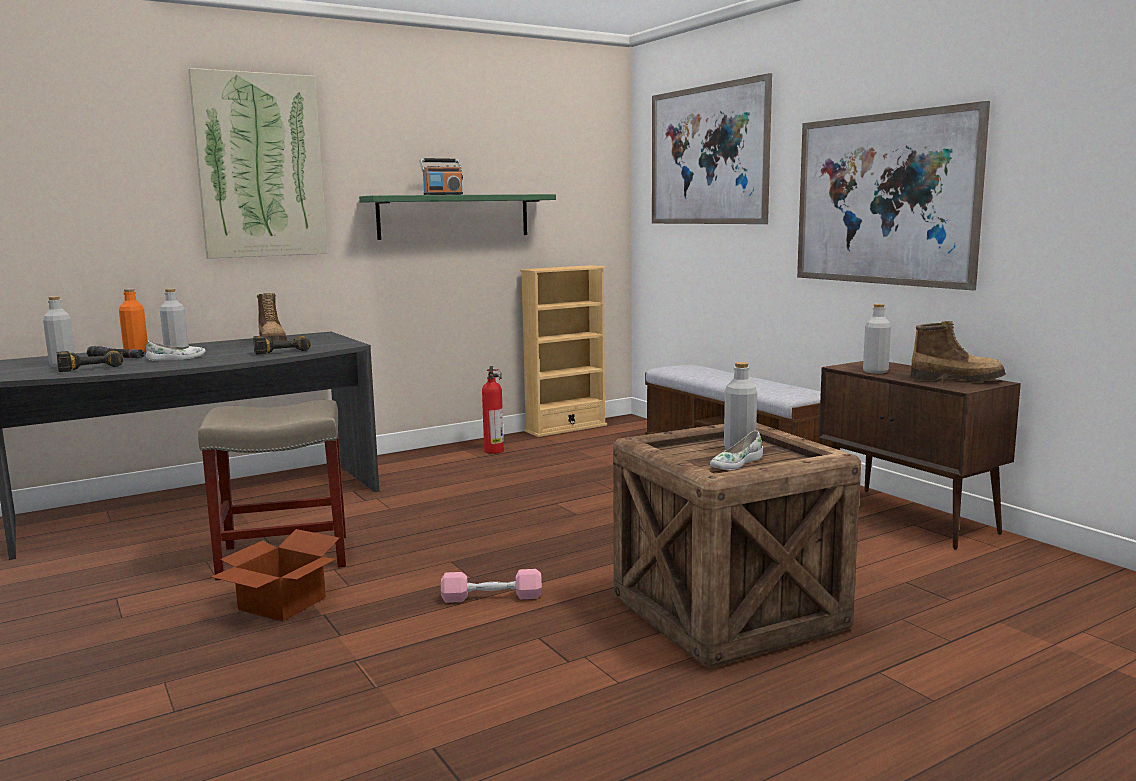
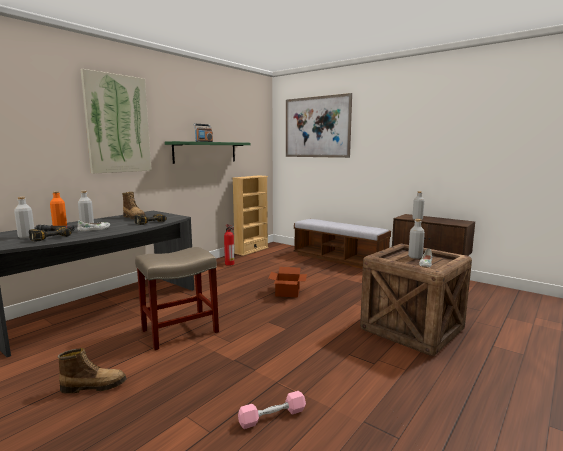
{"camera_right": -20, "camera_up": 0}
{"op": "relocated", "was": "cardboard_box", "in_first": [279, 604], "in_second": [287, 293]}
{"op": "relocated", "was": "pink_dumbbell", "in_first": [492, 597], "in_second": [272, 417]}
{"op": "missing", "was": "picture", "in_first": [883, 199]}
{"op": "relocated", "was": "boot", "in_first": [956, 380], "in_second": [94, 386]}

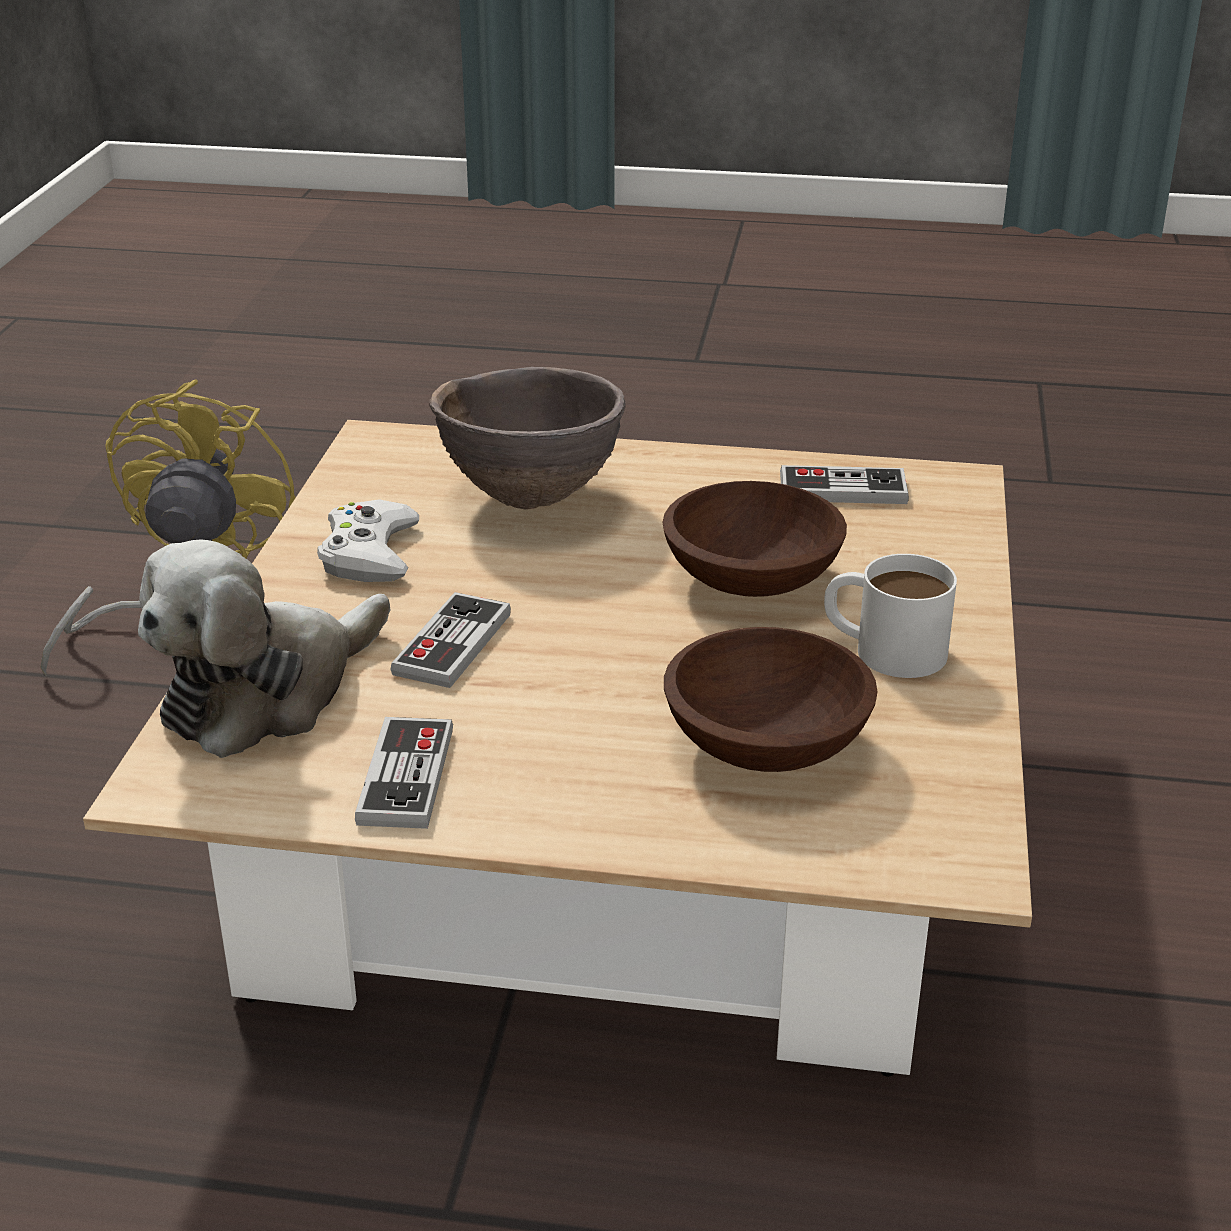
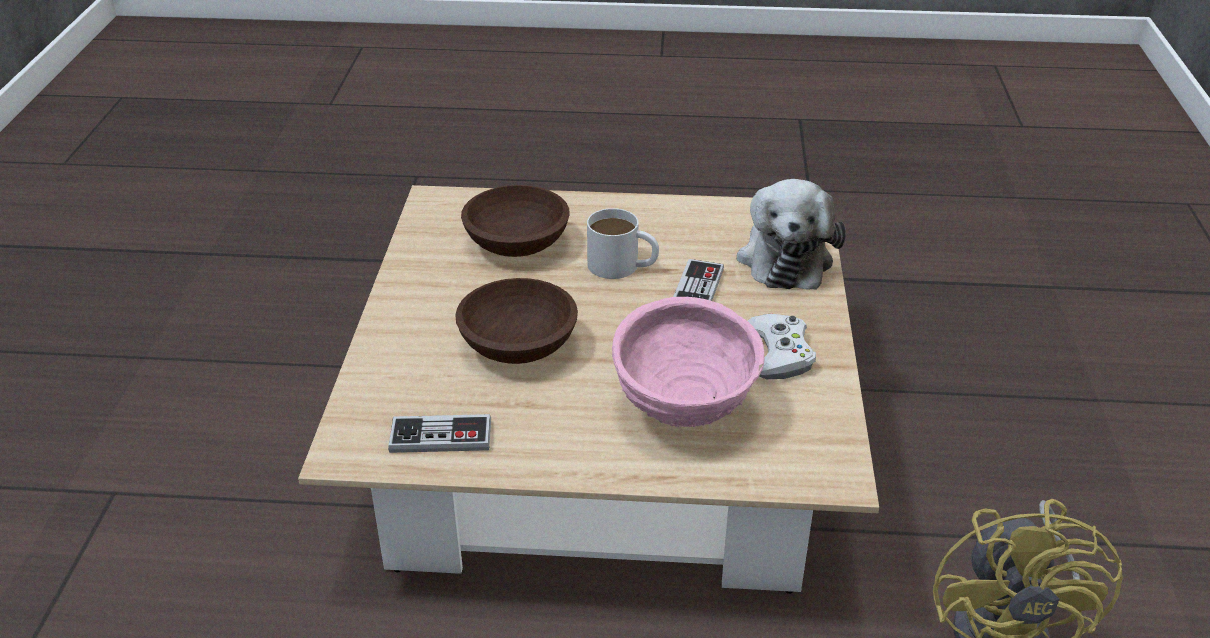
{"camera_right": 175, "camera_up": 5}
{"op": "spun", "was": "plush_toy", "in_first": [266, 693], "in_second": [785, 257], "clockwise": 150}
{"op": "missing", "was": "game_controller", "in_first": [406, 776]}
{"op": "colour", "was": "brown_bowl", "now": "pink_bowl", "in_first": [532, 498], "in_second": [683, 413]}
{"op": "relocated", "was": "white_mug", "in_first": [883, 648], "in_second": [622, 266]}

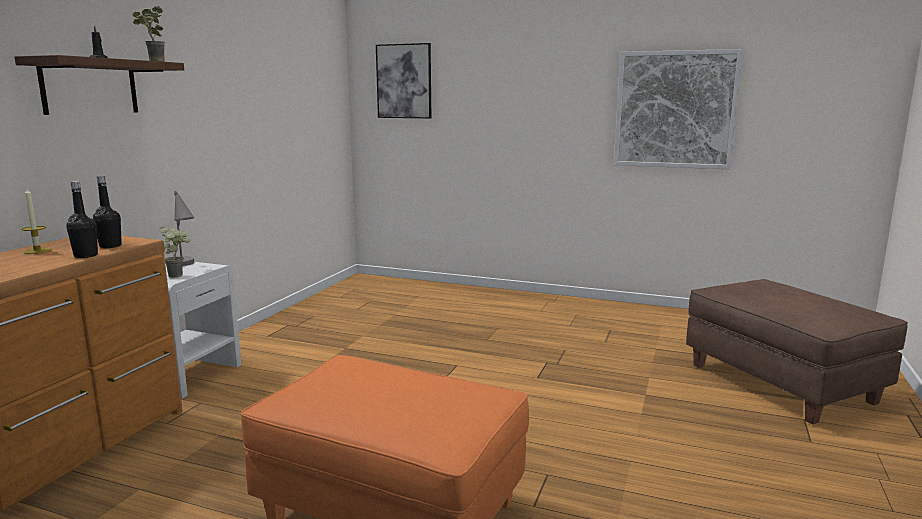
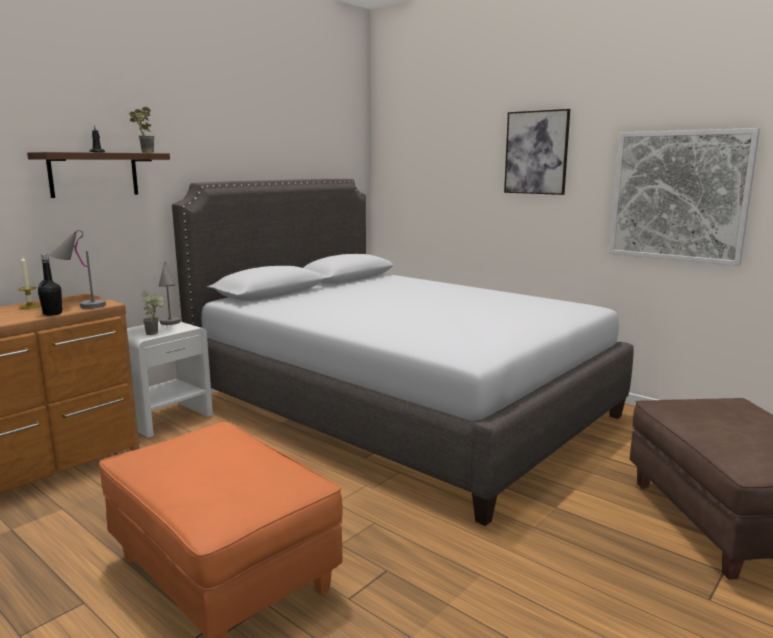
{"camera_right": 20, "camera_up": 0}
{"op": "exchanged", "was": "black_bottle", "now": "grey_table_lamp", "in_first": [110, 246], "in_second": [81, 306]}
{"op": "relocated", "was": "picture", "in_first": [404, 81], "in_second": [536, 152]}
{"op": "appeared", "now": "grey_bed", "in_second": [399, 408]}

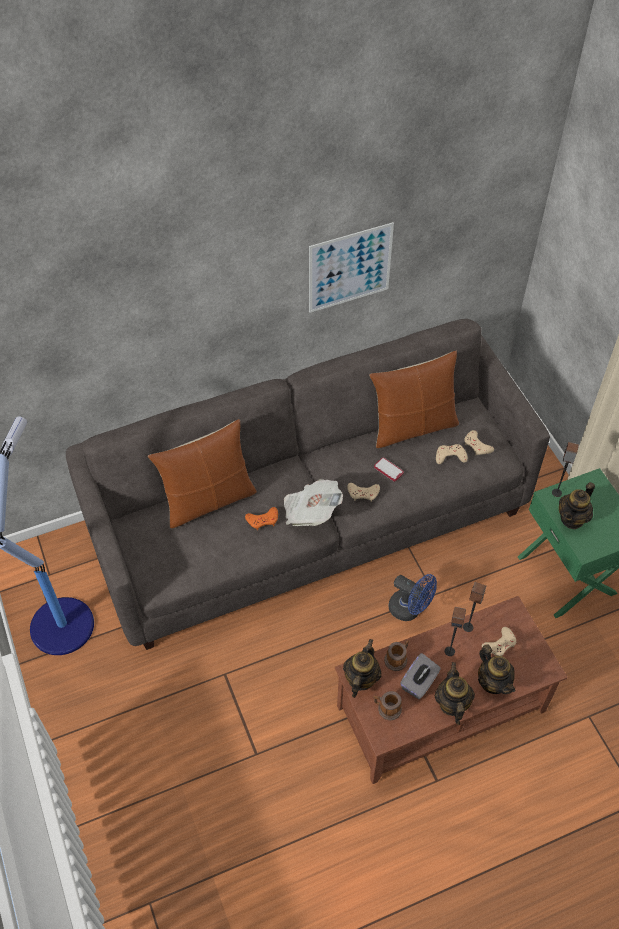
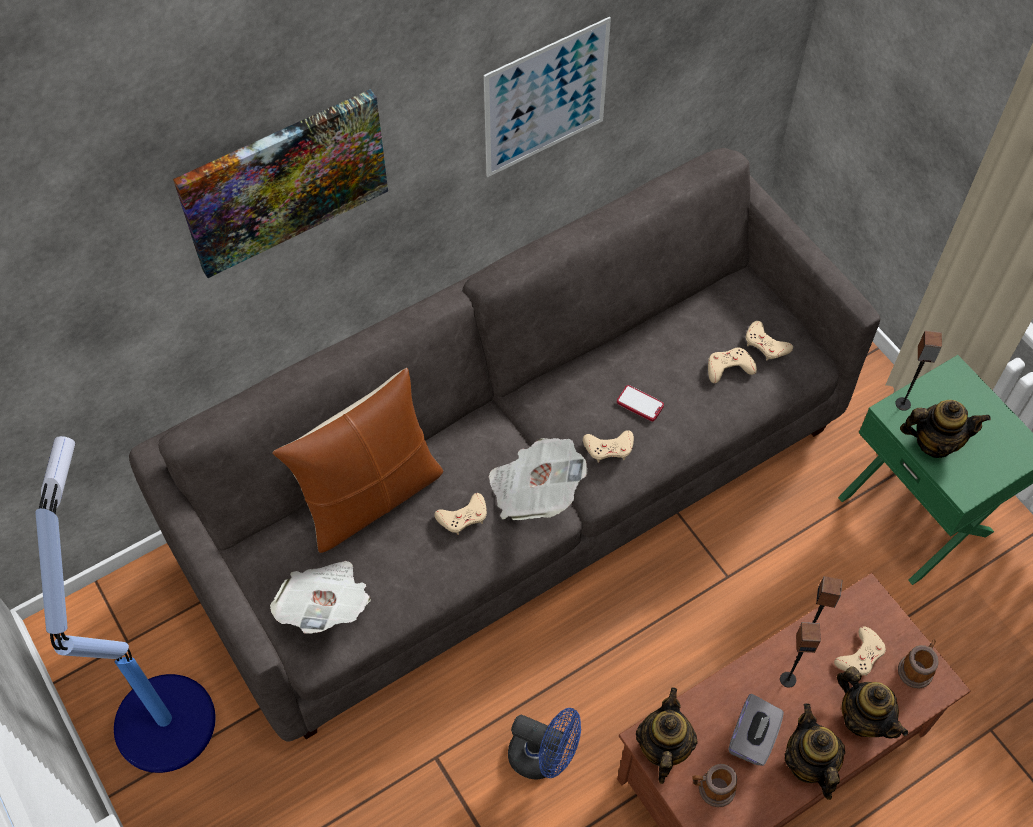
{"camera_right": -10, "camera_up": 5}
{"op": "colour", "was": "orange_game_controller", "now": "beige_game_controller", "in_first": [263, 520], "in_second": [463, 516]}
{"op": "missing", "was": "brown_pillow", "in_first": [413, 426]}
{"op": "relocated", "was": "mug", "in_first": [397, 658], "in_second": [917, 668]}
{"op": "relocated", "was": "blue_fan", "in_first": [410, 609], "in_second": [543, 757]}
{"op": "spun", "was": "teapot", "in_first": [572, 518], "in_second": [934, 442], "clockwise": -120}
{"op": "appeared", "now": "picture", "in_second": [284, 181]}
{"op": "appeared", "now": "newspaper", "in_second": [326, 605]}

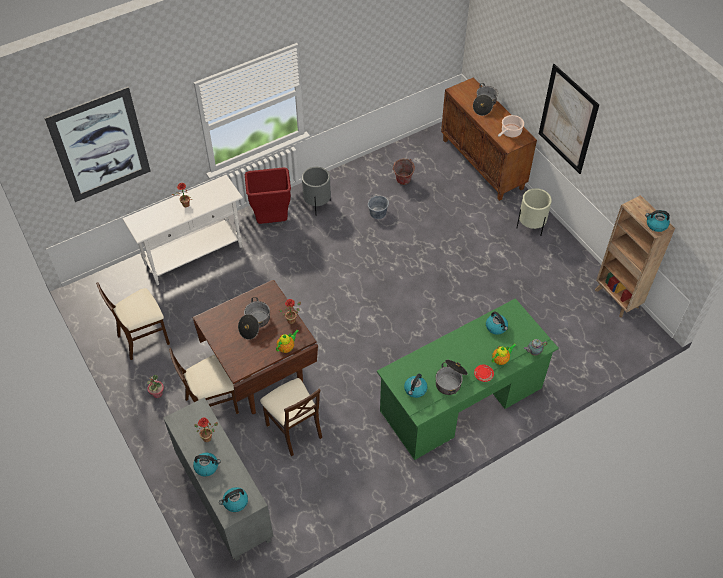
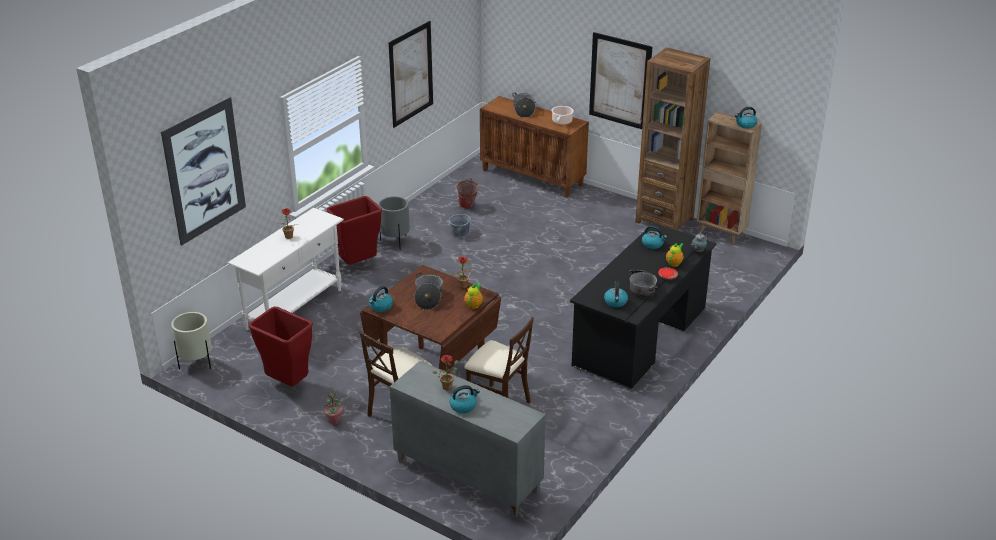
{"camera_right": -25, "camera_up": -20}
{"op": "exchanged", "was": "beige_chair", "now": "red_trash_can", "in_first": [143, 338], "in_second": [287, 384]}
{"op": "relocated", "was": "kettle", "in_first": [235, 502], "in_second": [380, 307]}
{"op": "colour", "was": "green_desk", "now": "black_desk", "in_first": [461, 400], "in_second": [640, 337]}
{"op": "relocated", "was": "beige_planter", "in_first": [530, 226], "in_second": [196, 363]}
{"op": "appeared", "now": "picture", "in_second": [411, 74]}
{"op": "appeared", "now": "brown_bookcase", "in_second": [664, 220]}

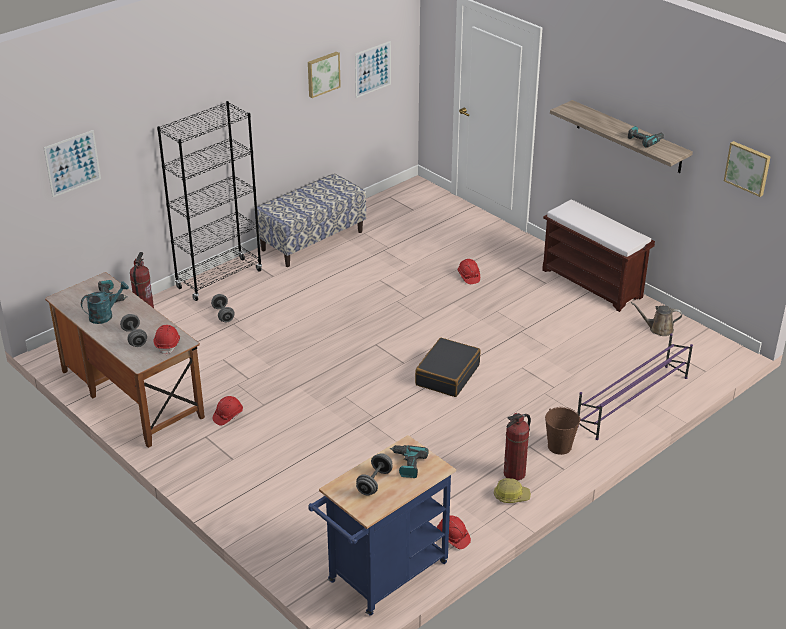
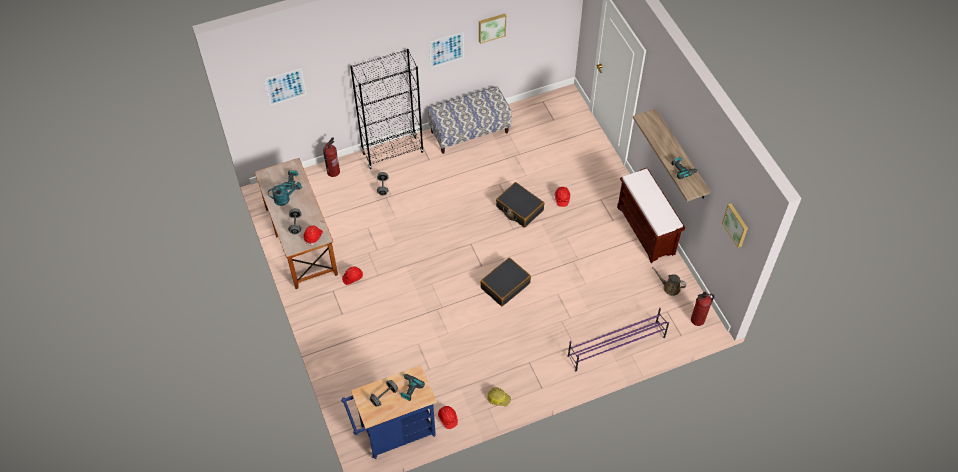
{"camera_right": 20, "camera_up": 20}
{"op": "relocated", "was": "picture", "in_first": [373, 69], "in_second": [446, 49]}
{"op": "relocated", "was": "fire_extinguisher", "in_first": [514, 473], "in_second": [697, 320]}
{"op": "missing", "was": "brown_bucket", "in_first": [559, 446]}
{"op": "appeared", "now": "black_suitcase", "in_second": [519, 209]}

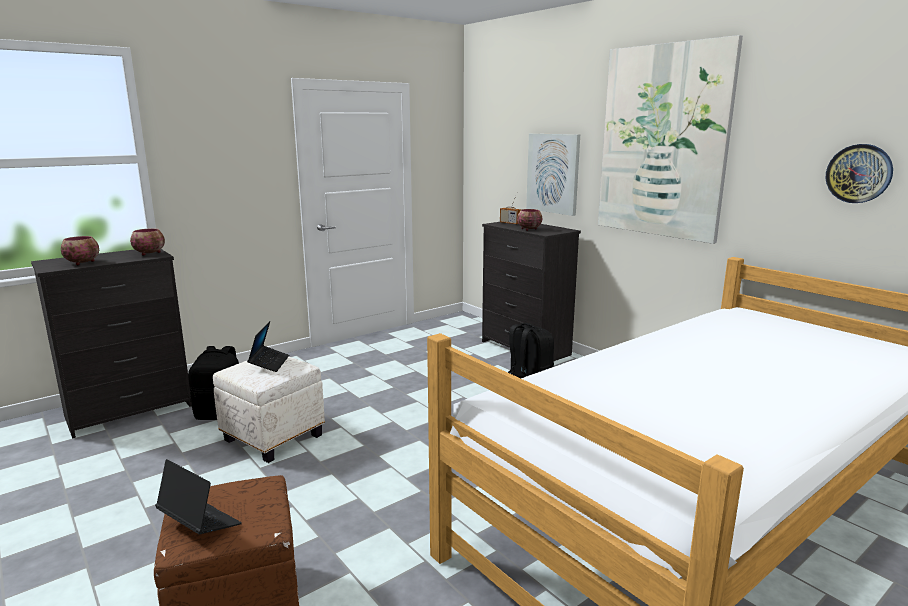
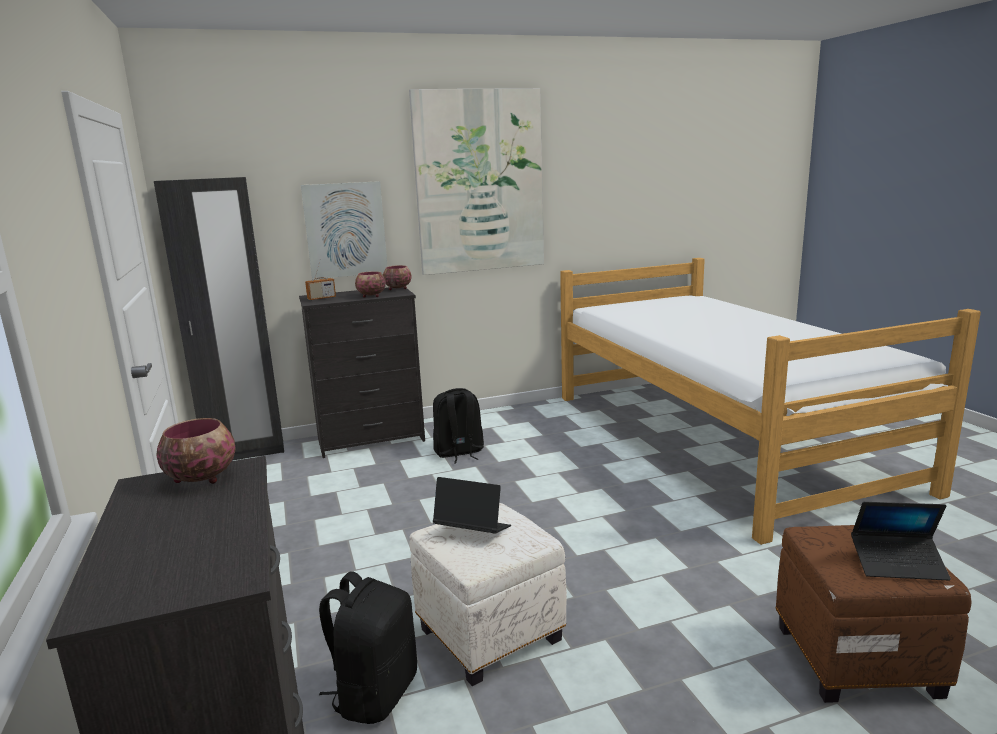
{"camera_right": -70, "camera_up": 0}
{"op": "relocated", "was": "bowl", "in_first": [83, 263], "in_second": [397, 288]}
{"op": "spun", "was": "laptop", "in_first": [199, 523], "in_second": [898, 564], "clockwise": -135}
{"op": "missing", "was": "wall_clock", "in_first": [859, 173]}
{"op": "appeared", "now": "black_wardrobe", "in_second": [245, 453]}

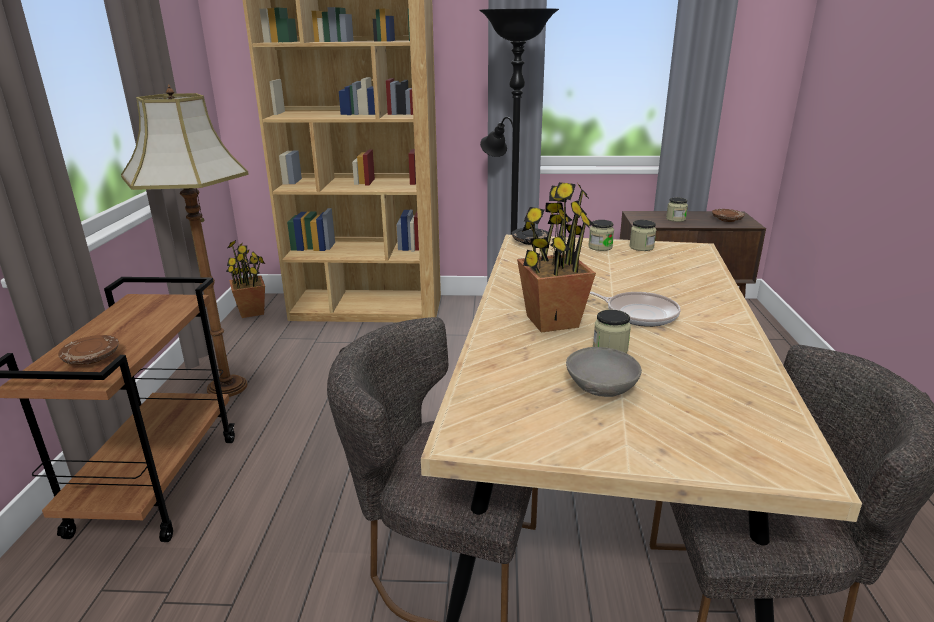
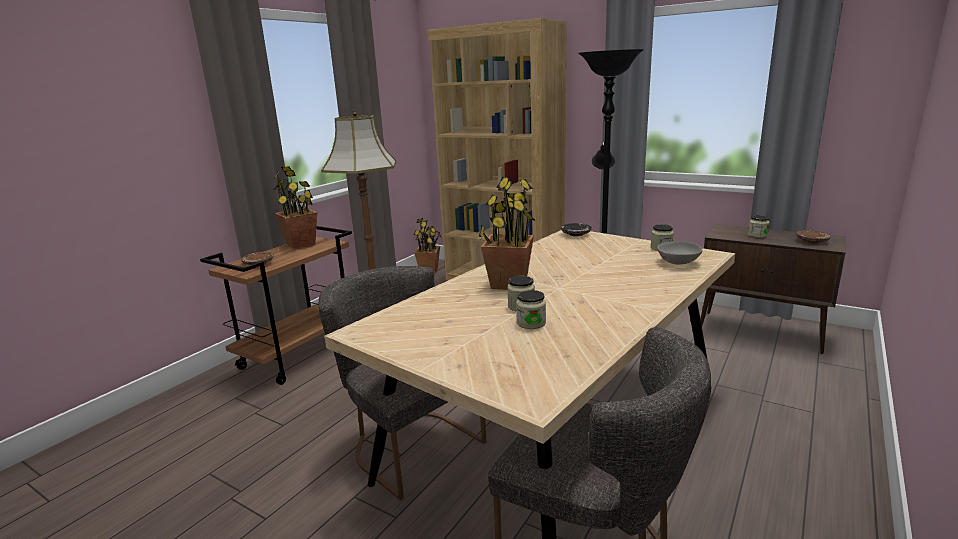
{"camera_right": 30, "camera_up": -5}
{"op": "relocated", "was": "grey_bowl", "in_first": [602, 388], "in_second": [678, 262]}
{"op": "relocated", "was": "jar", "in_first": [600, 247], "in_second": [531, 323]}
{"op": "missing", "was": "frying_pan", "in_first": [638, 313]}
{"op": "appeared", "now": "potted_plant", "in_second": [301, 244]}

